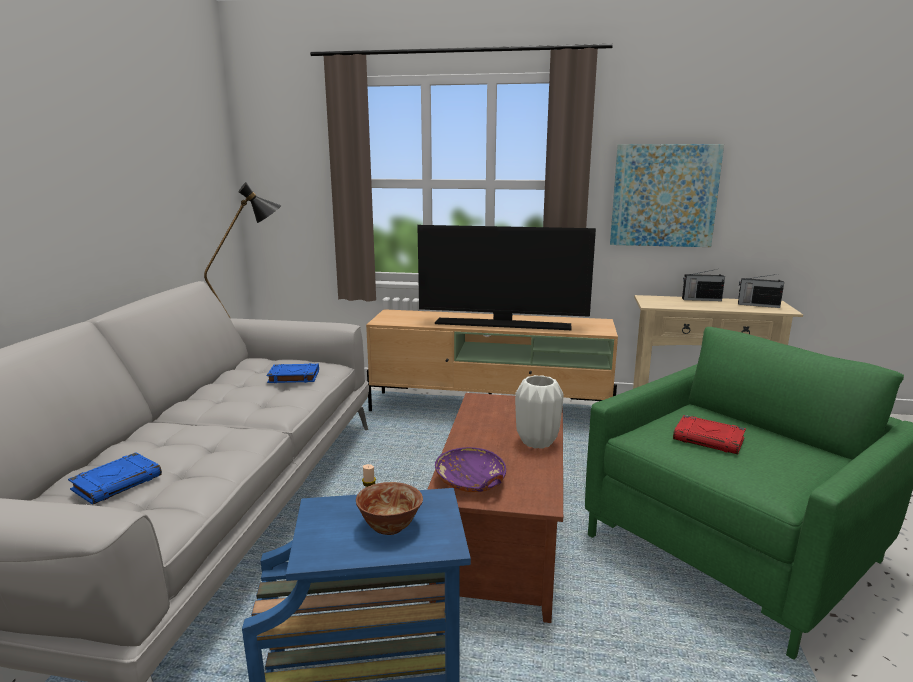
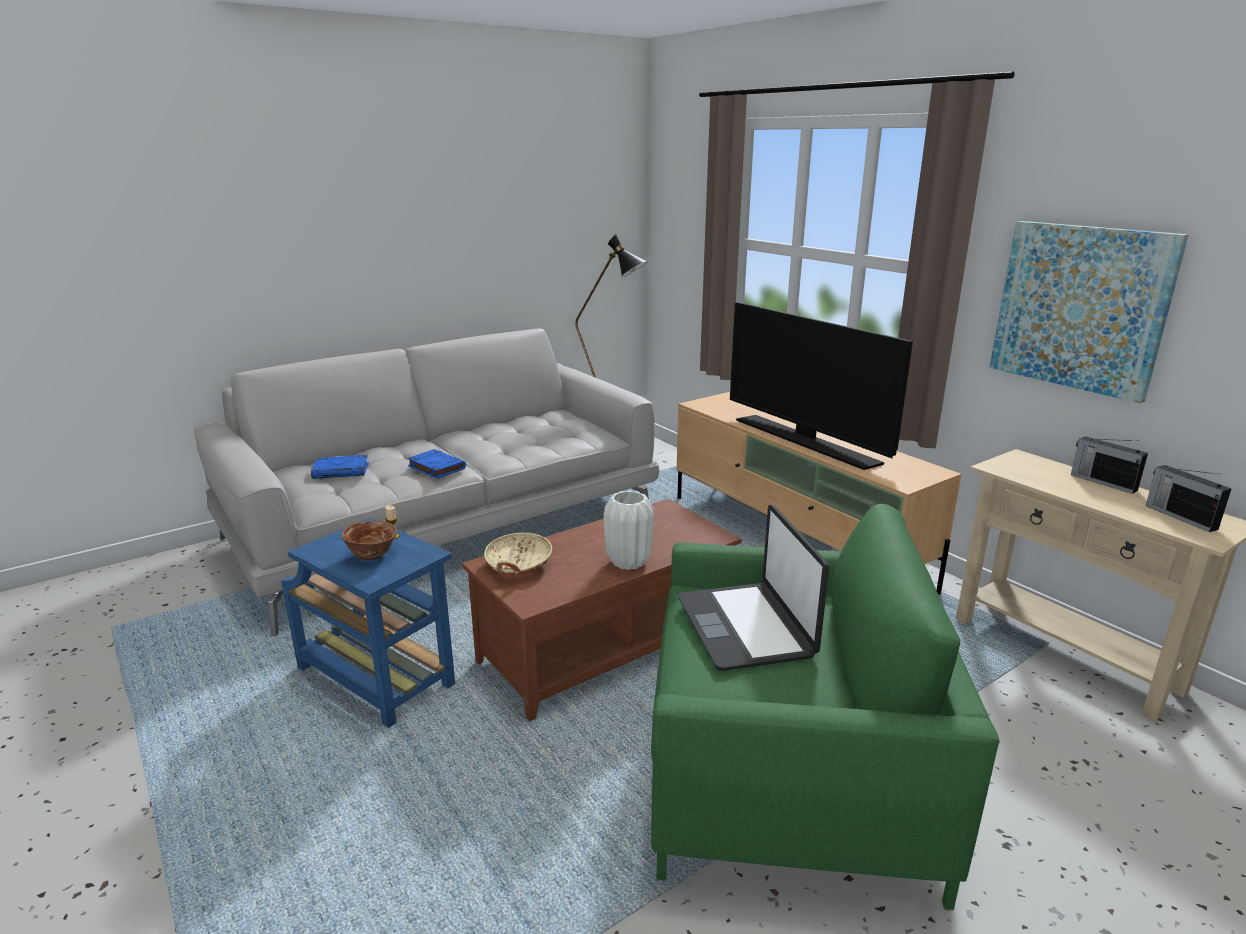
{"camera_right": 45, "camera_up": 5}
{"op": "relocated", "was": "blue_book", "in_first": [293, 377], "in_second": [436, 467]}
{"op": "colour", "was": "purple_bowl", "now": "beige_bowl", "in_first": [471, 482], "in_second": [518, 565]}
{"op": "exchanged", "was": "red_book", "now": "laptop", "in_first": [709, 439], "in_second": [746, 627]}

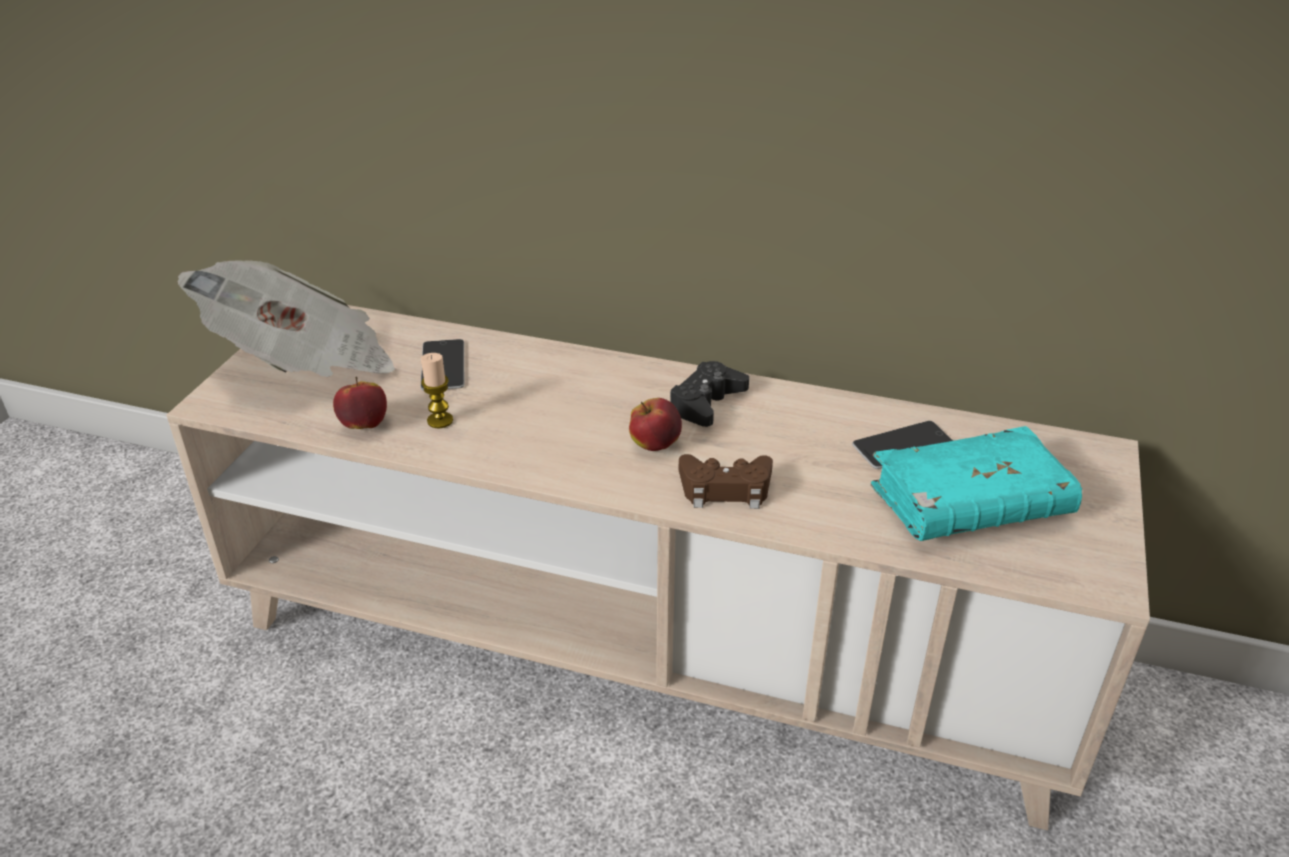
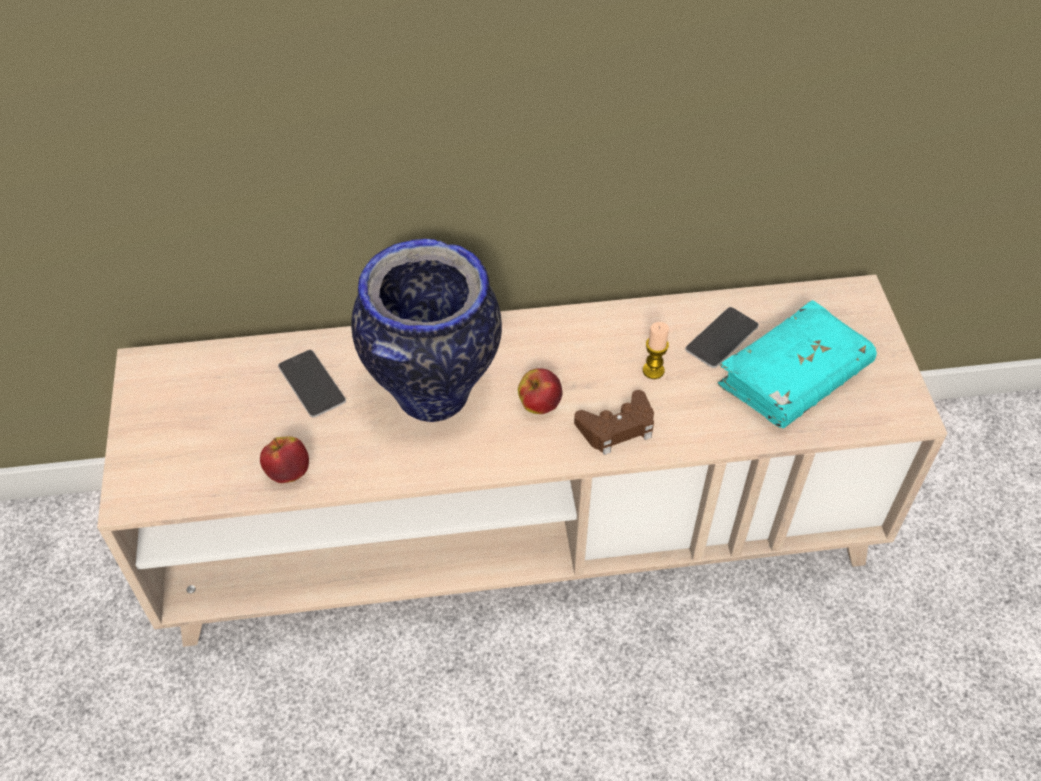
{"camera_right": -25, "camera_up": 15}
{"op": "missing", "was": "newspaper", "in_first": [303, 363]}
{"op": "relocated", "was": "candle", "in_first": [440, 420], "in_second": [653, 370]}
{"op": "missing", "was": "black_game_controller", "in_first": [706, 402]}
{"op": "appeared", "now": "vase", "in_second": [433, 393]}

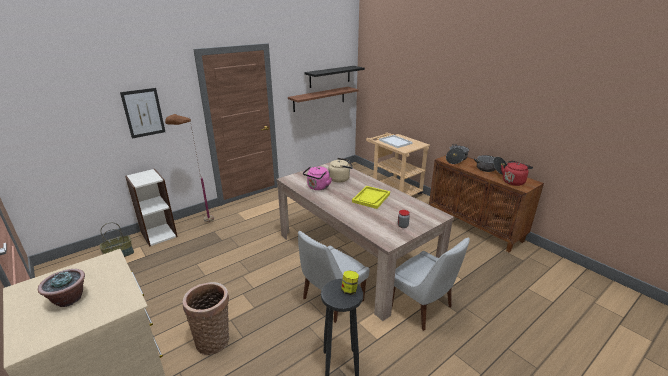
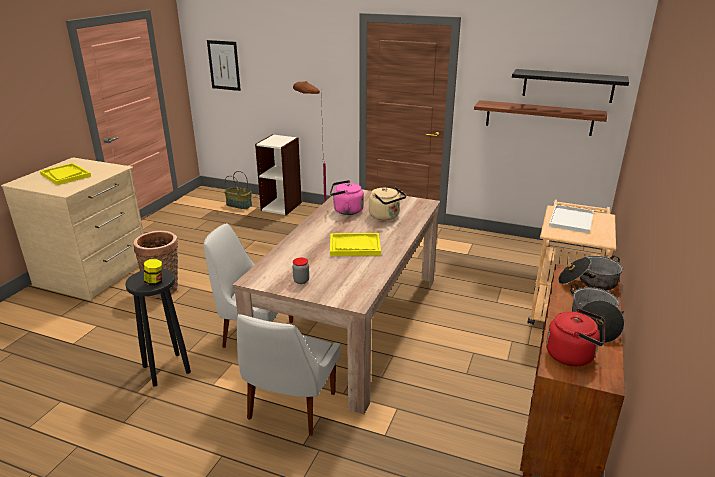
{"camera_right": 60, "camera_up": 0}
{"op": "exchanged", "was": "potted_plant", "now": "yellow_tray", "in_first": [69, 299], "in_second": [65, 175]}
{"op": "relocated", "was": "picture", "in_first": [143, 113], "in_second": [224, 65]}

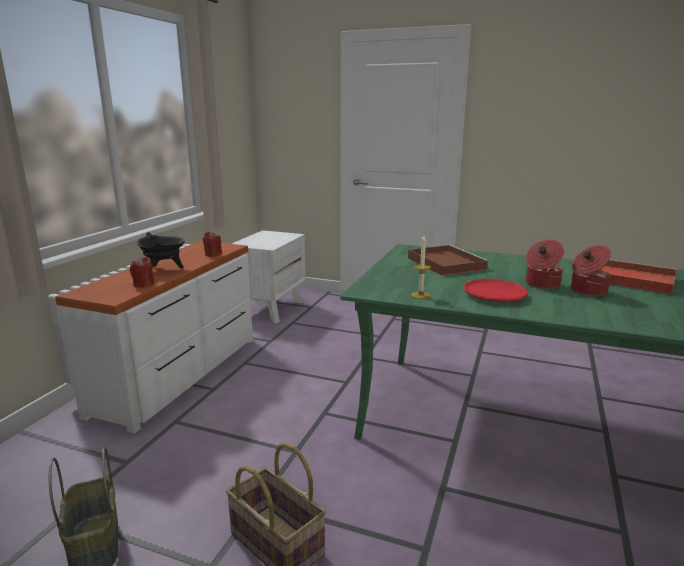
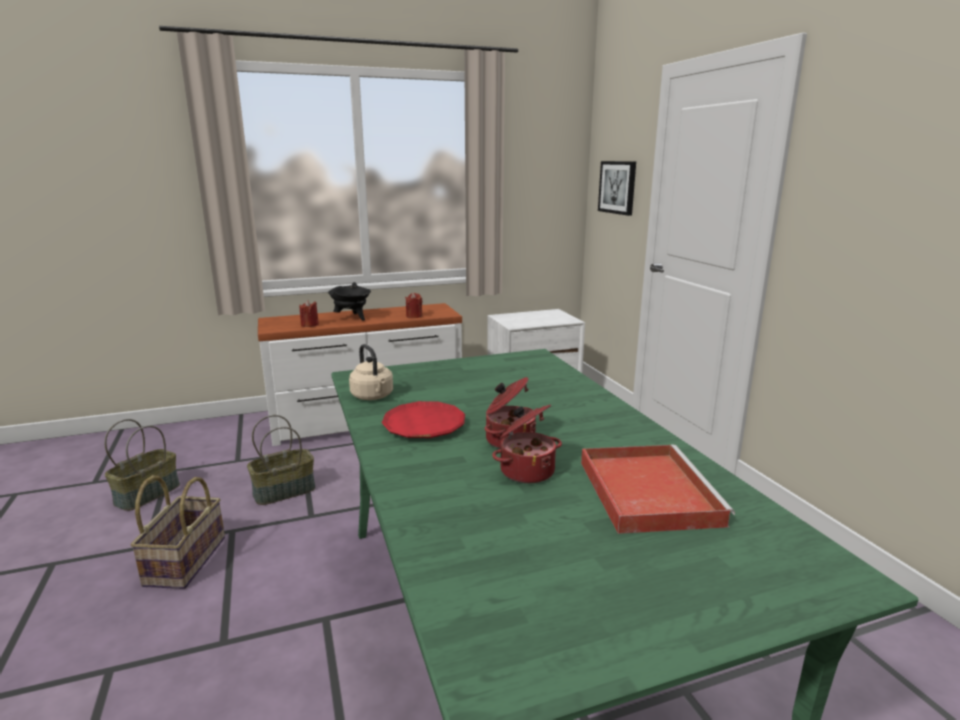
{"camera_right": 50, "camera_up": 0}
{"op": "missing", "was": "brown_tray", "in_first": [445, 263]}
{"op": "exchanged", "was": "candle", "now": "beige_kettle", "in_first": [420, 295], "in_second": [373, 397]}
{"op": "appeared", "now": "basket", "in_second": [284, 491]}
{"op": "appeared", "now": "picture", "in_second": [618, 187]}

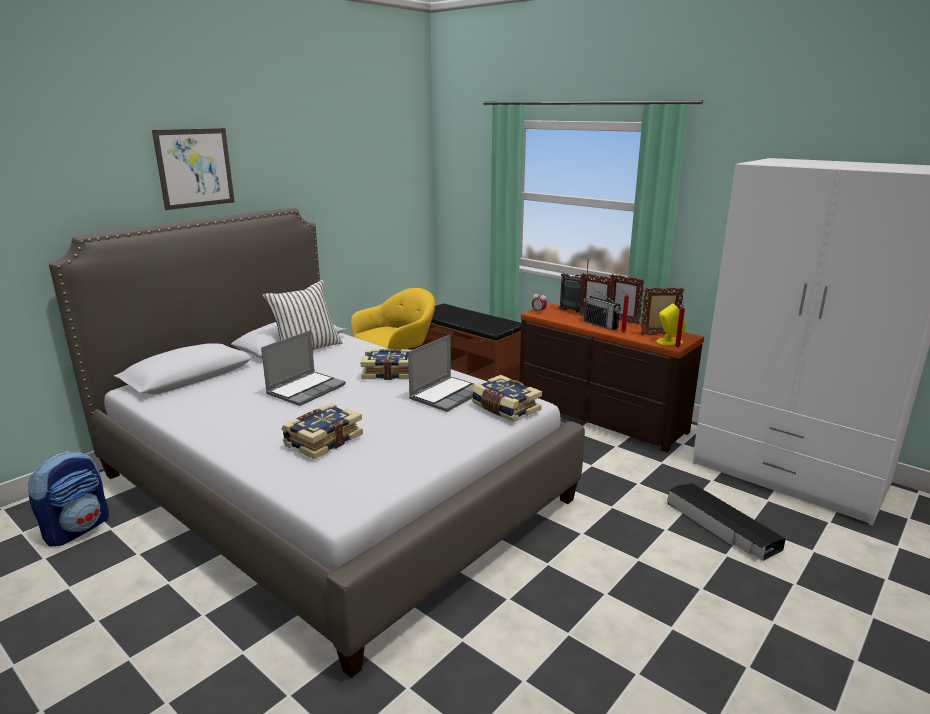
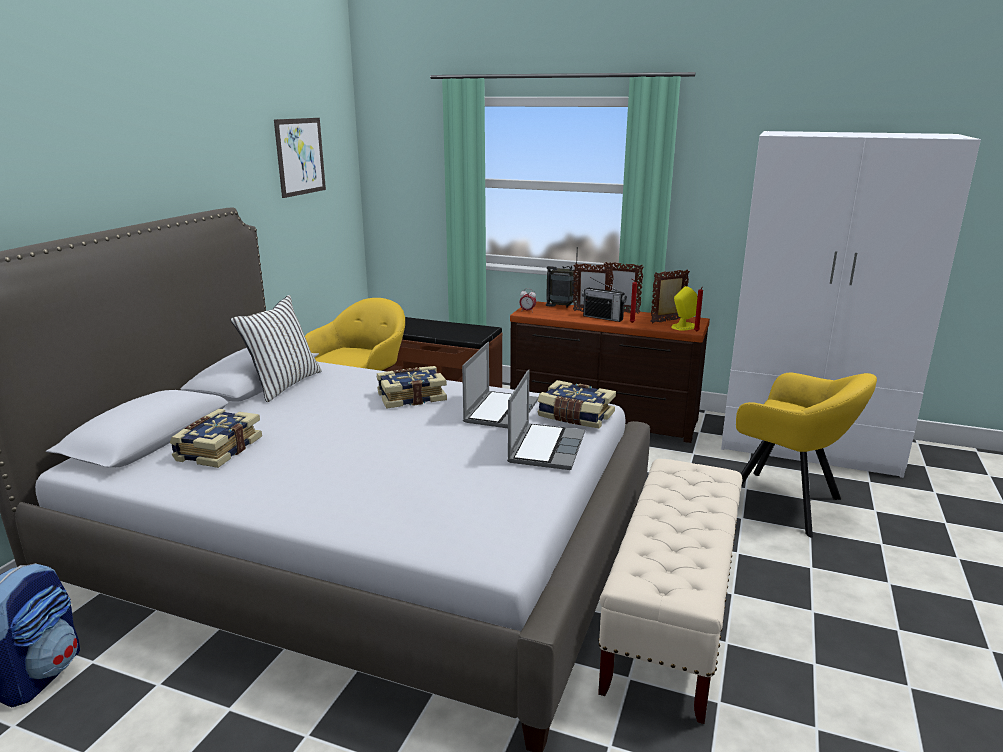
{"camera_right": -20, "camera_up": 0}
{"op": "relocated", "was": "picture", "in_first": [195, 168], "in_second": [300, 156]}
{"op": "relocated", "was": "laptop", "in_first": [306, 389], "in_second": [545, 448]}
{"op": "relocated", "was": "book", "in_first": [322, 440], "in_second": [217, 449]}
{"op": "exchanged", "was": "black_storage_box", "now": "yellow_armchair", "in_first": [722, 526], "in_second": [787, 504]}
{"op": "appeared", "now": "beige_bench", "in_second": [671, 618]}

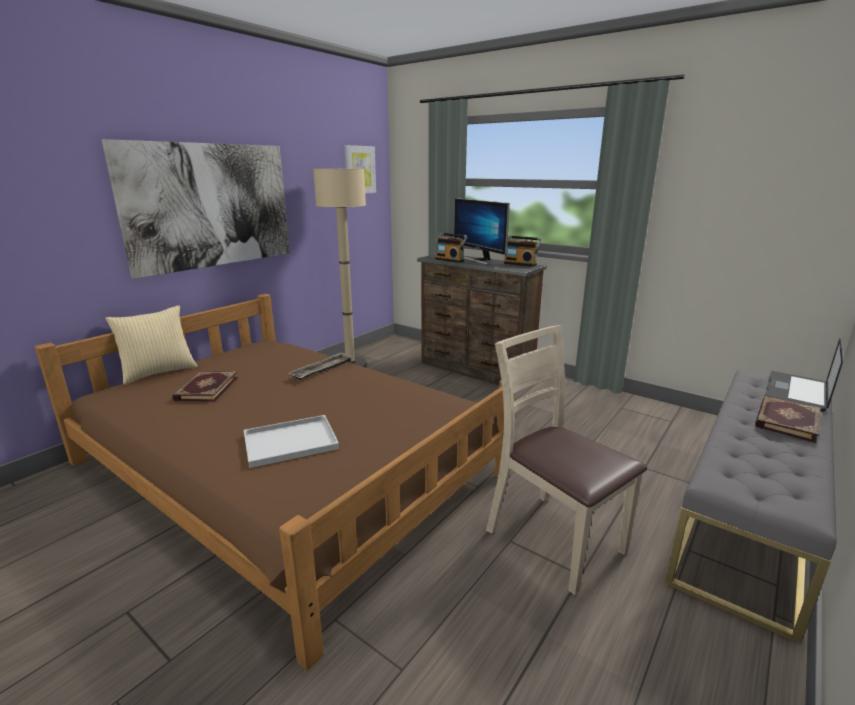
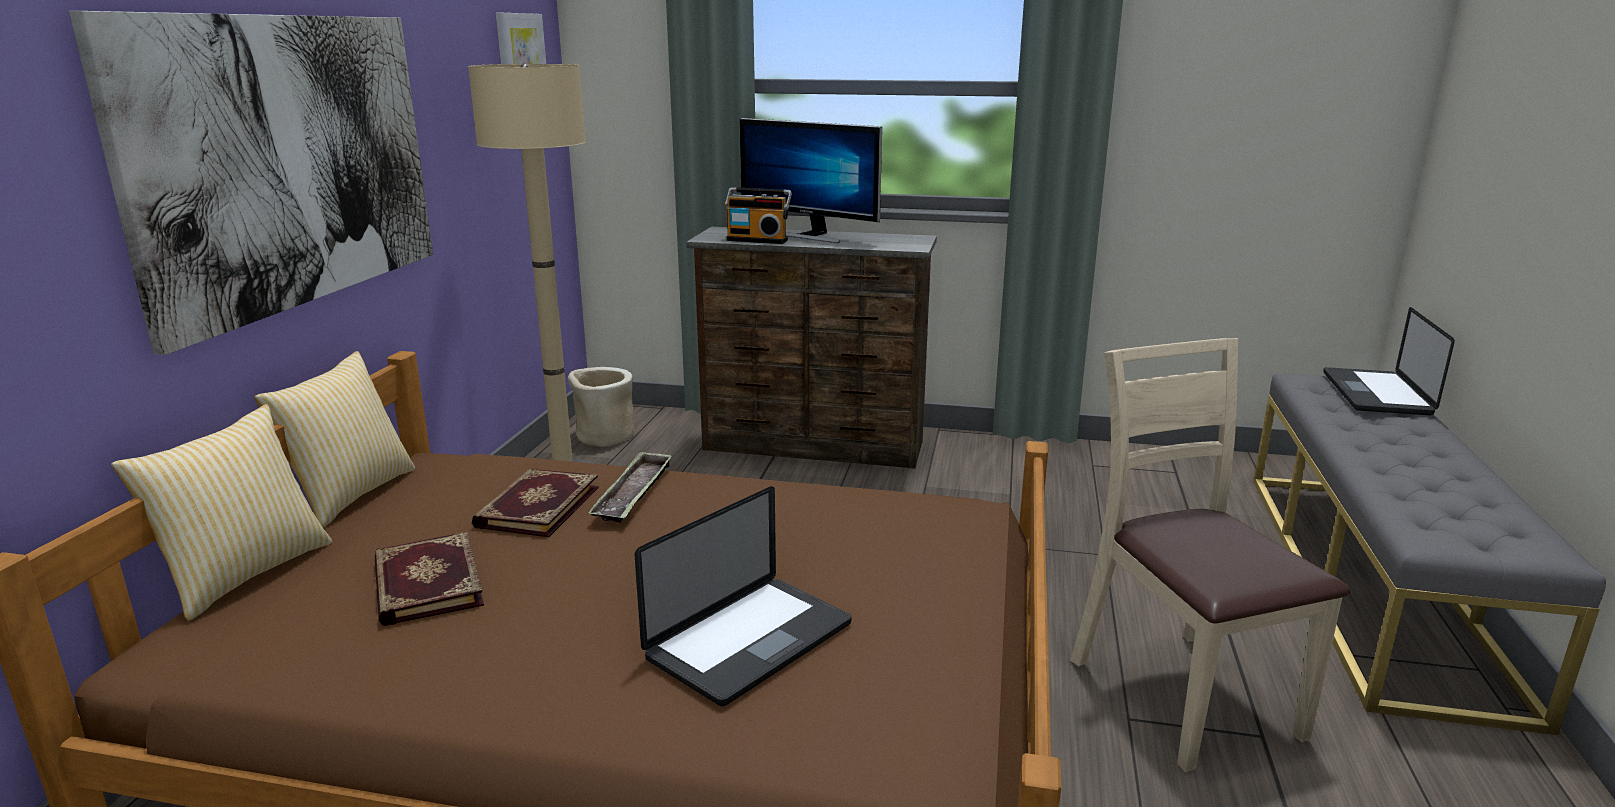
{"camera_right": -25, "camera_up": 0}
{"op": "exchanged", "was": "white_tray", "now": "laptop", "in_first": [292, 441], "in_second": [750, 641]}
{"op": "spun", "was": "beige_chair", "in_first": [554, 539], "in_second": [1183, 695], "clockwise": 45}
{"op": "missing", "was": "radio", "in_first": [520, 264]}
{"op": "relocated", "was": "book", "in_first": [785, 420], "in_second": [536, 506]}
{"op": "appeared", "now": "pillow", "in_second": [350, 494]}
{"op": "appeared", "now": "beige_planter", "in_second": [604, 437]}

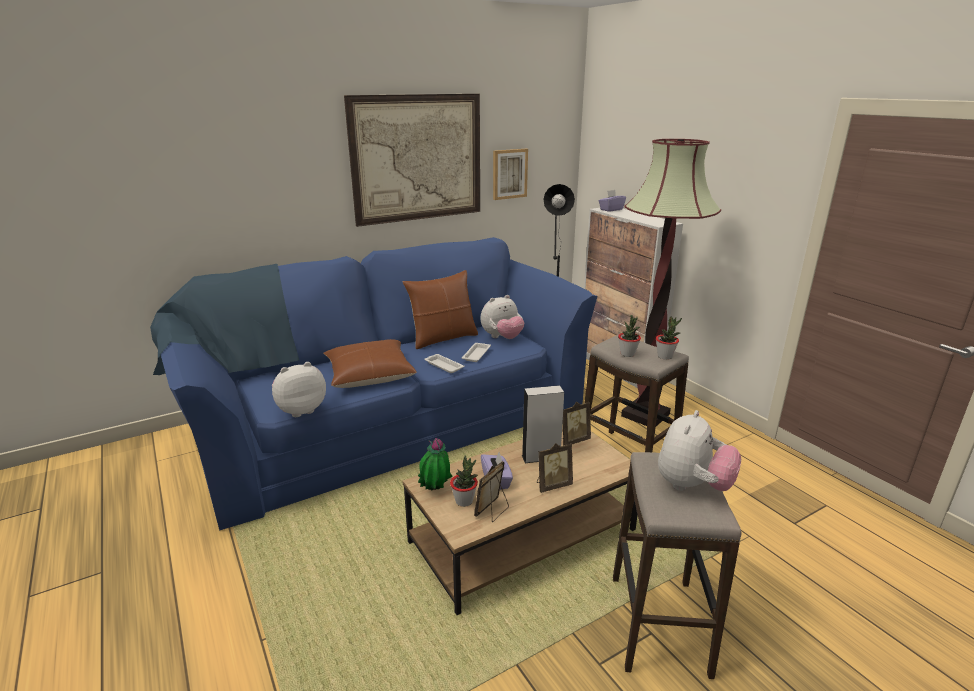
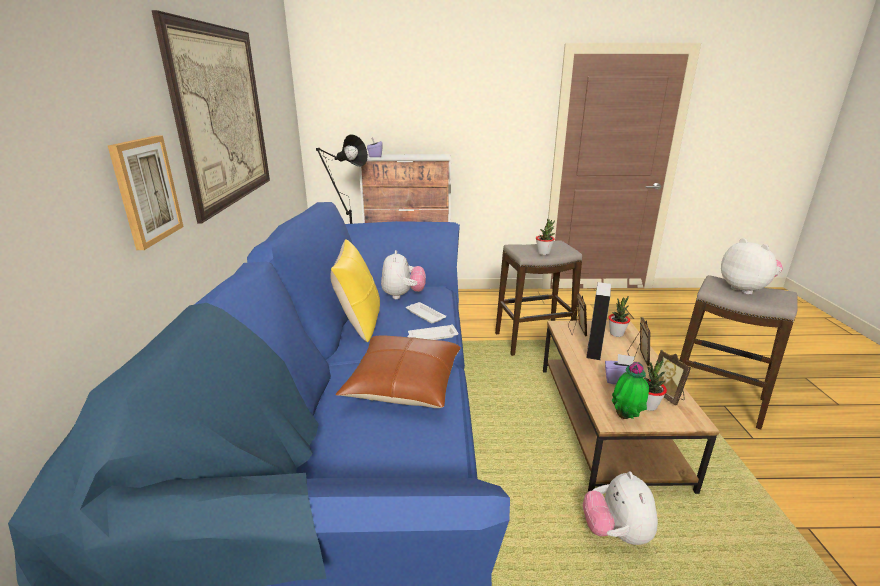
{"camera_right": -60, "camera_up": 0}
{"op": "relocated", "was": "plush_toy", "in_first": [300, 410], "in_second": [616, 533]}
{"op": "colour", "was": "brown_pillow", "now": "yellow_pillow", "in_first": [443, 338], "in_second": [360, 322]}
{"op": "relocated", "was": "picture", "in_first": [509, 174], "in_second": [146, 191]}
{"op": "missing", "was": "floor_lamp", "in_first": [645, 415]}
{"op": "relocated", "was": "potted_plant", "in_first": [665, 356], "in_second": [616, 334]}

